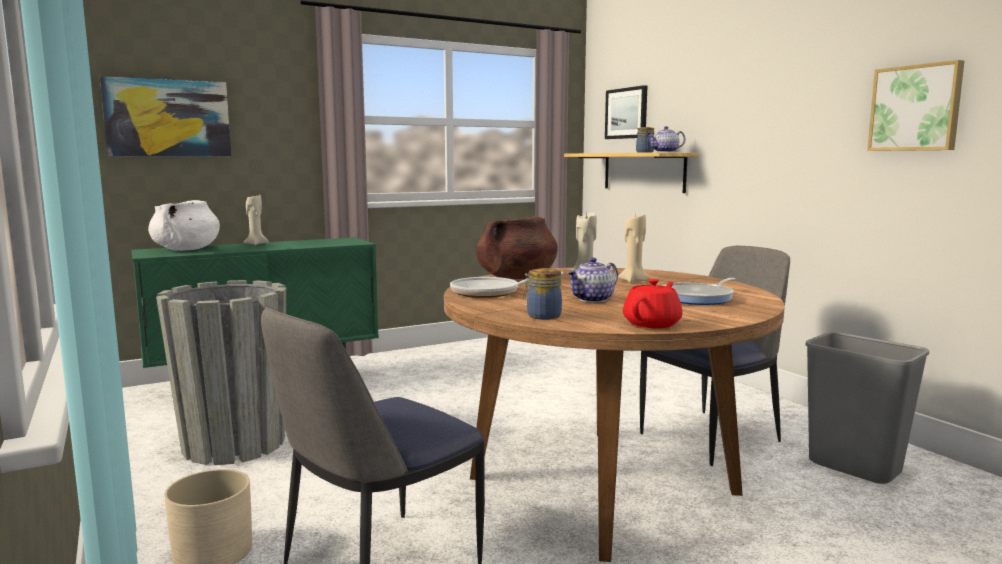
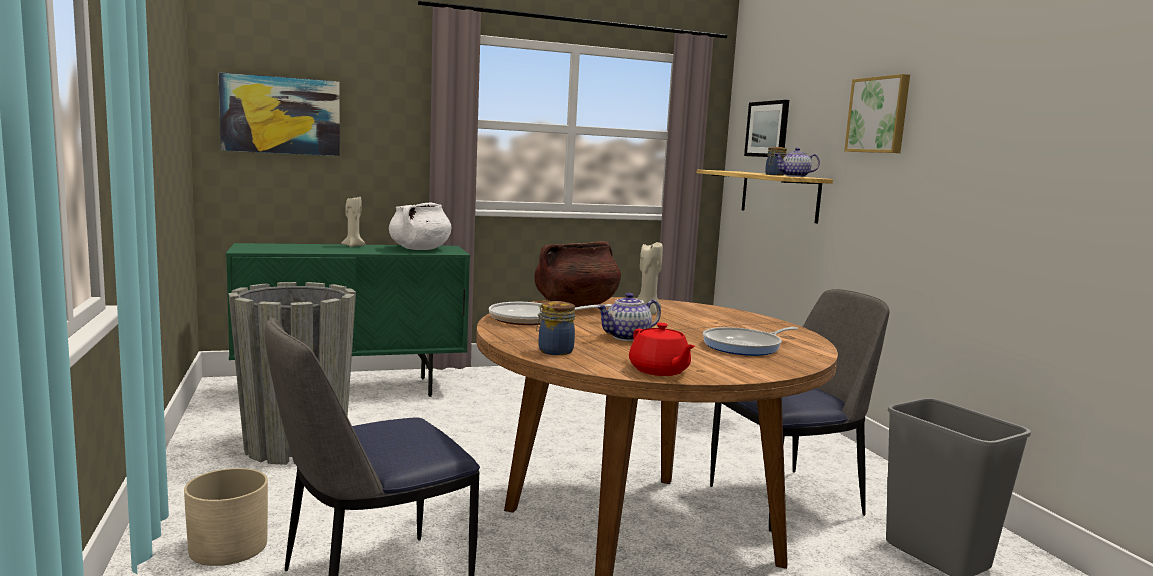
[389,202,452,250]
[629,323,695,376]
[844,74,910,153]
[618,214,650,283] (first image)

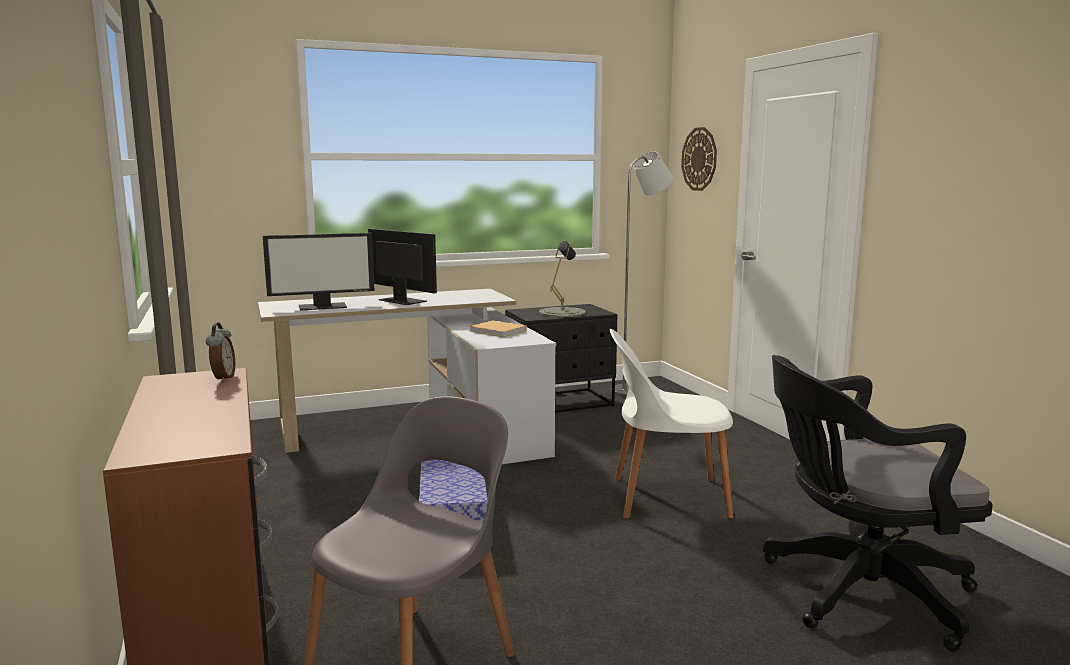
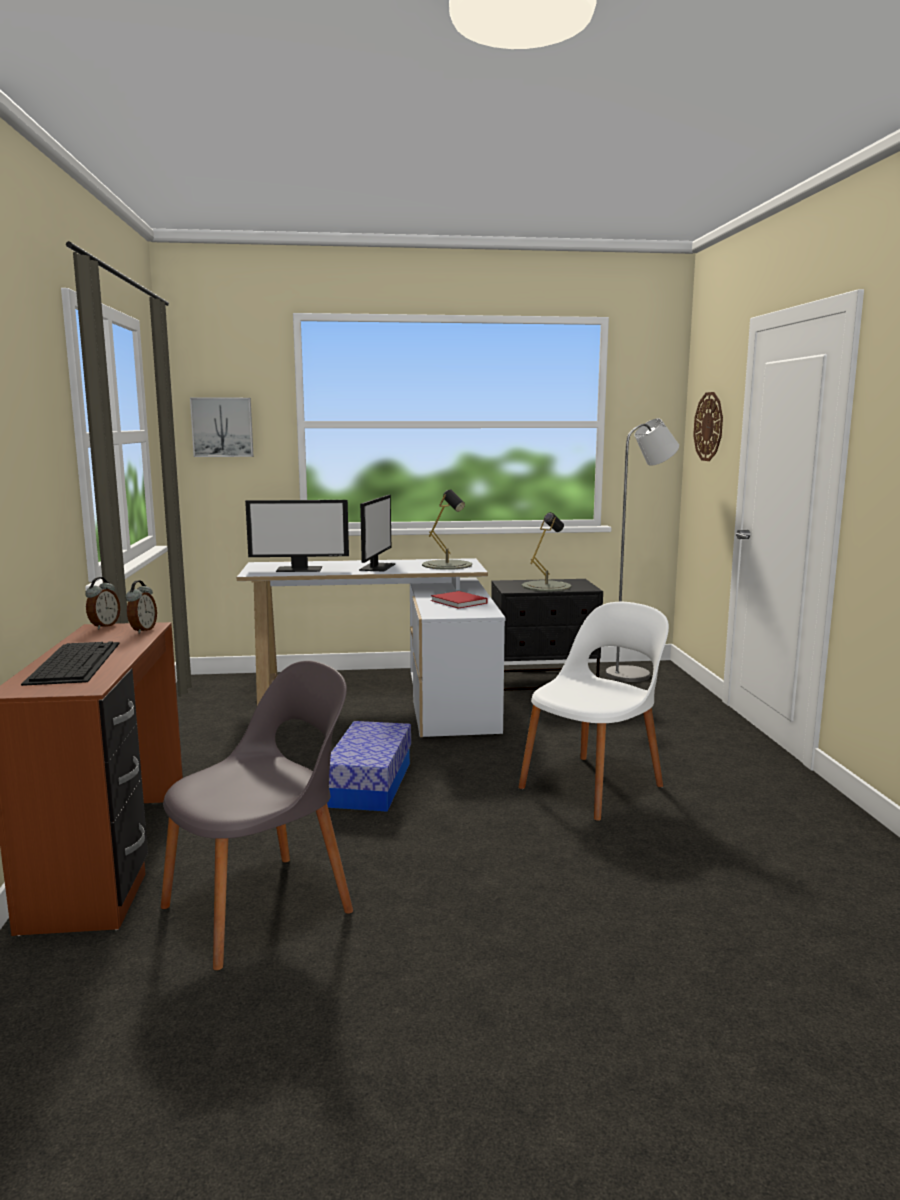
[21,641,120,686]
[85,577,120,629]
[190,397,254,457]
[359,495,396,572]
[422,489,472,570]
[431,591,488,609]
[518,602,669,821]
[763,355,993,652] (first image)

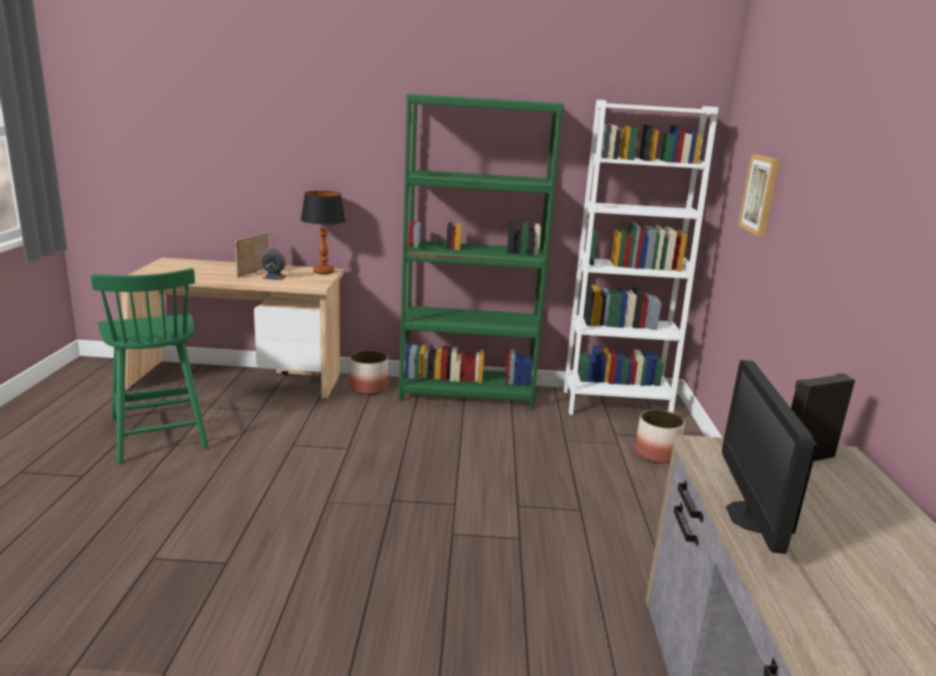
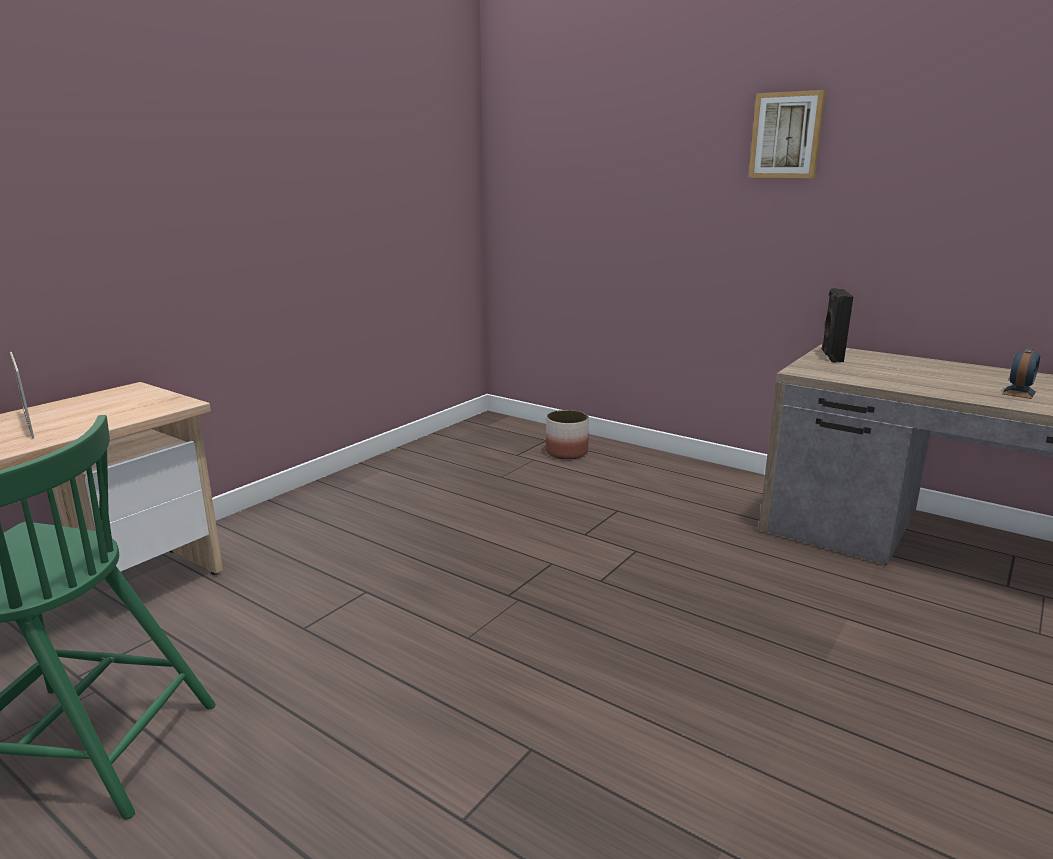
[748,90,826,178]
[1002,348,1040,399]
[301,191,346,274] (first image)
[350,350,388,395] (first image)
[399,94,564,409] (first image)
[564,100,719,415] (first image)
[722,360,817,554] (first image)

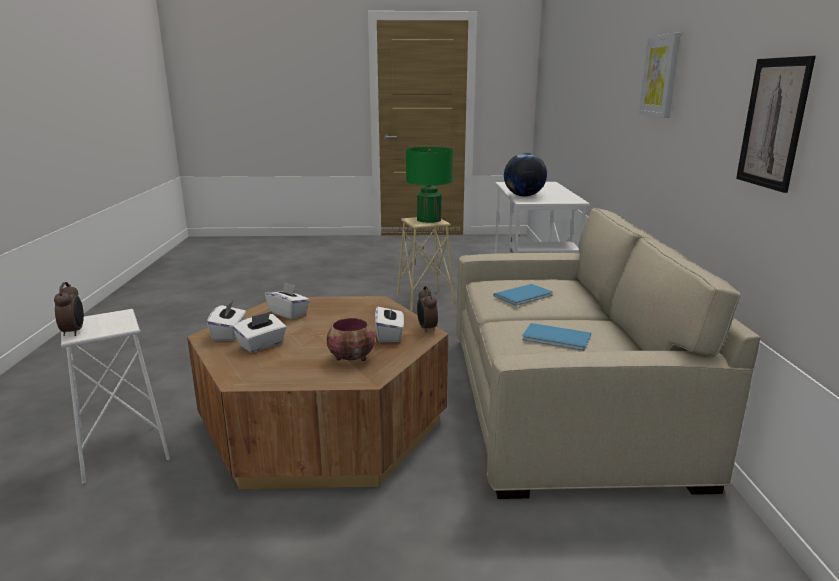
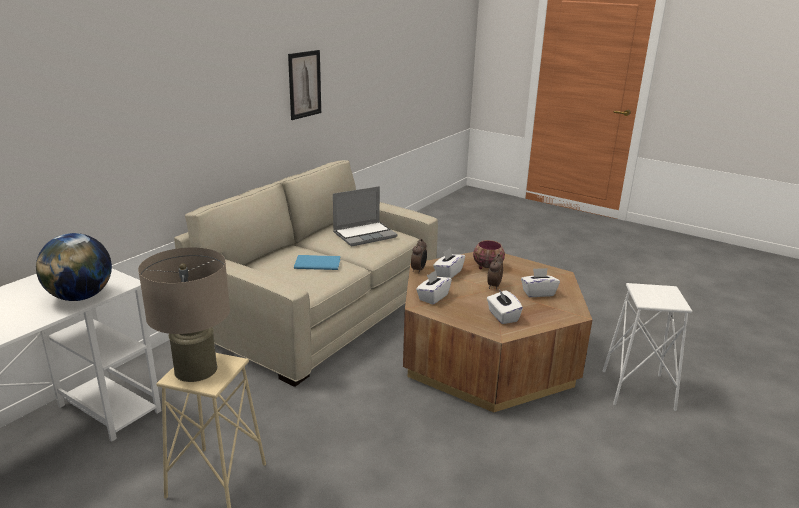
[138,248,230,382]
[333,186,398,246]
[416,270,452,305]
[487,254,503,289]
[638,33,681,118] (first image)

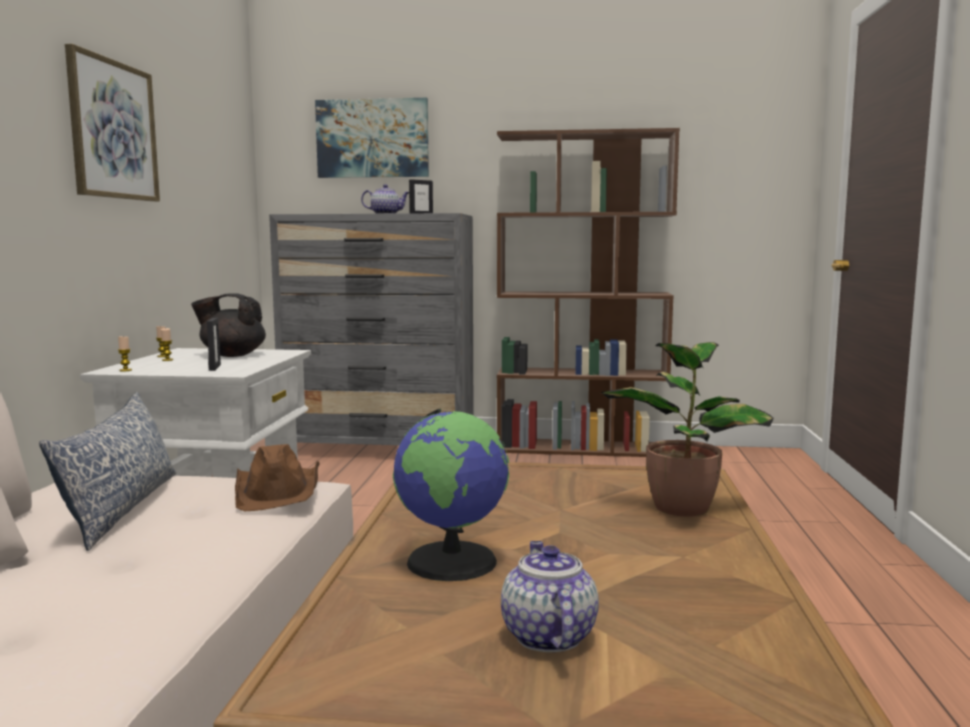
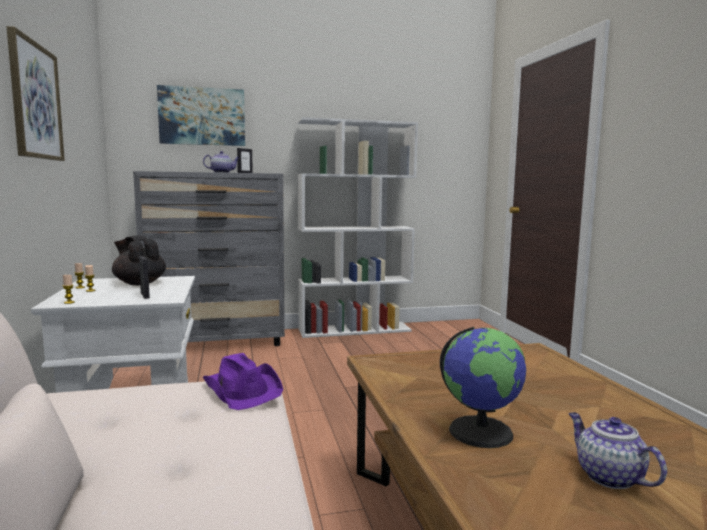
[112,235,166,285]
[203,353,283,410]
[297,117,418,338]
[39,392,176,551] (first image)
[601,342,773,517] (first image)

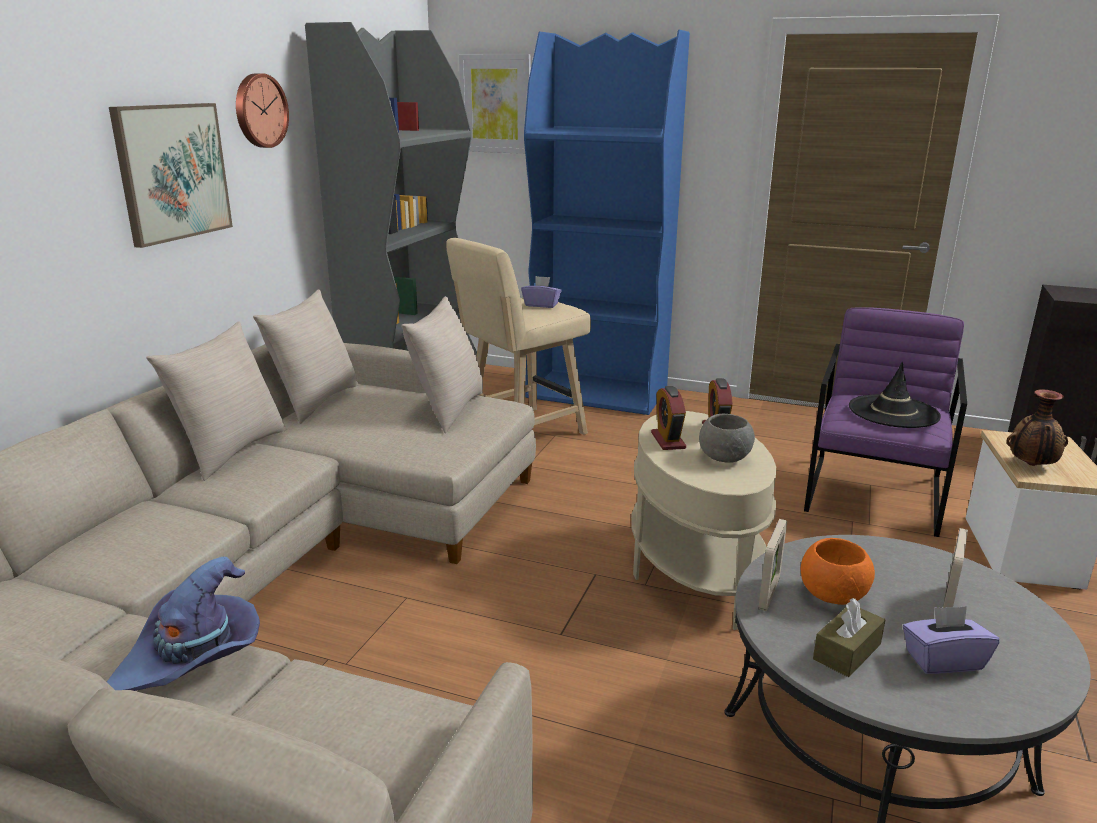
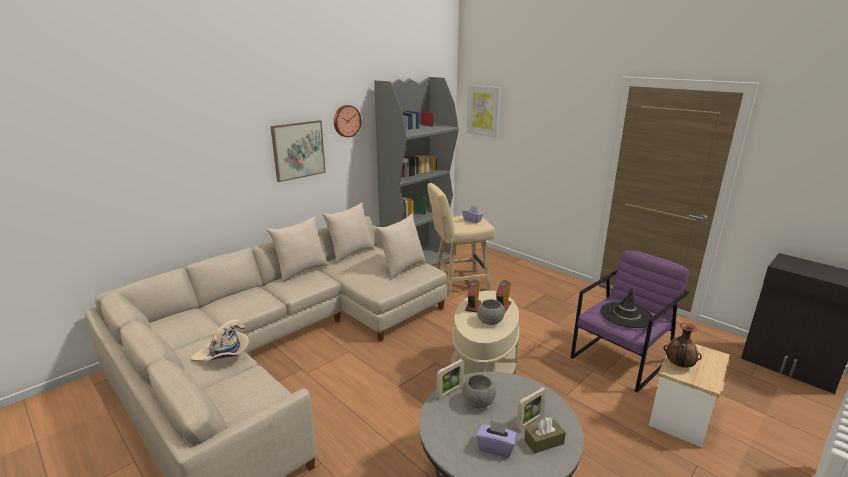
[190,320,250,362]
[462,374,496,408]
[524,417,566,454]
[524,30,690,415] (first image)

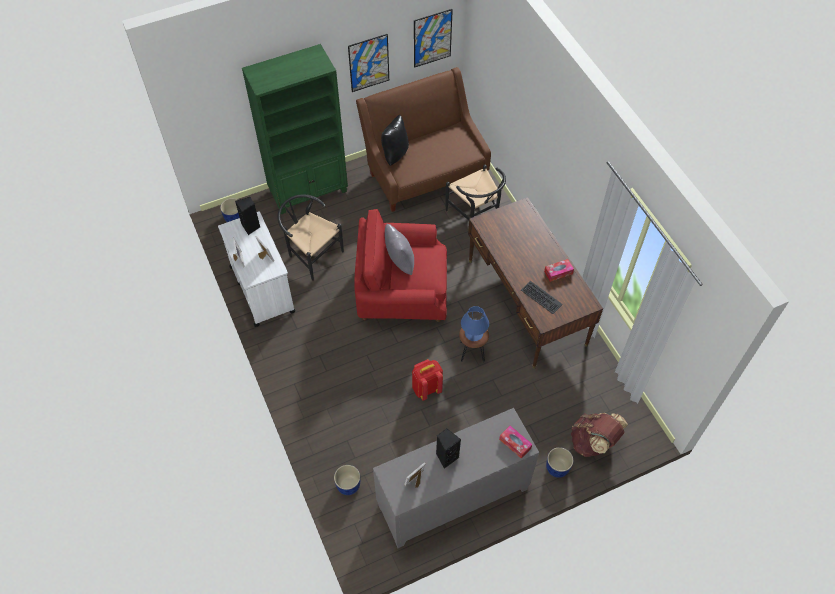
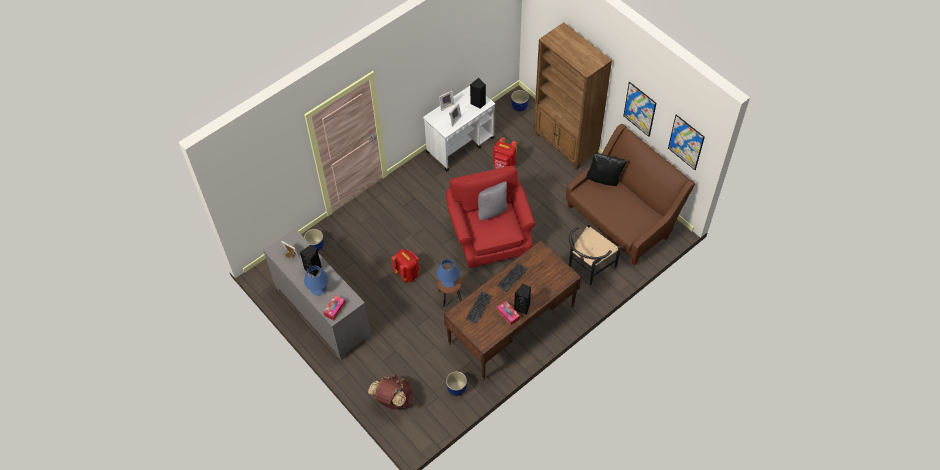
[304,266,329,296]
[446,371,467,396]
[493,137,517,169]
[497,262,528,292]
[514,284,531,315]
[534,23,612,170]

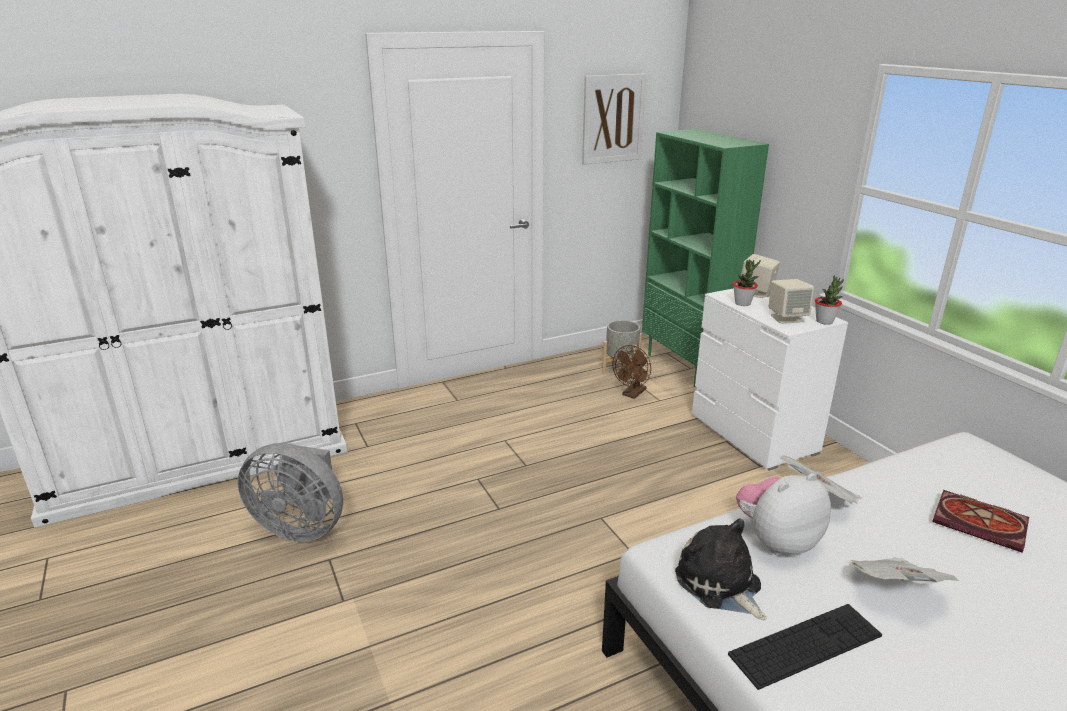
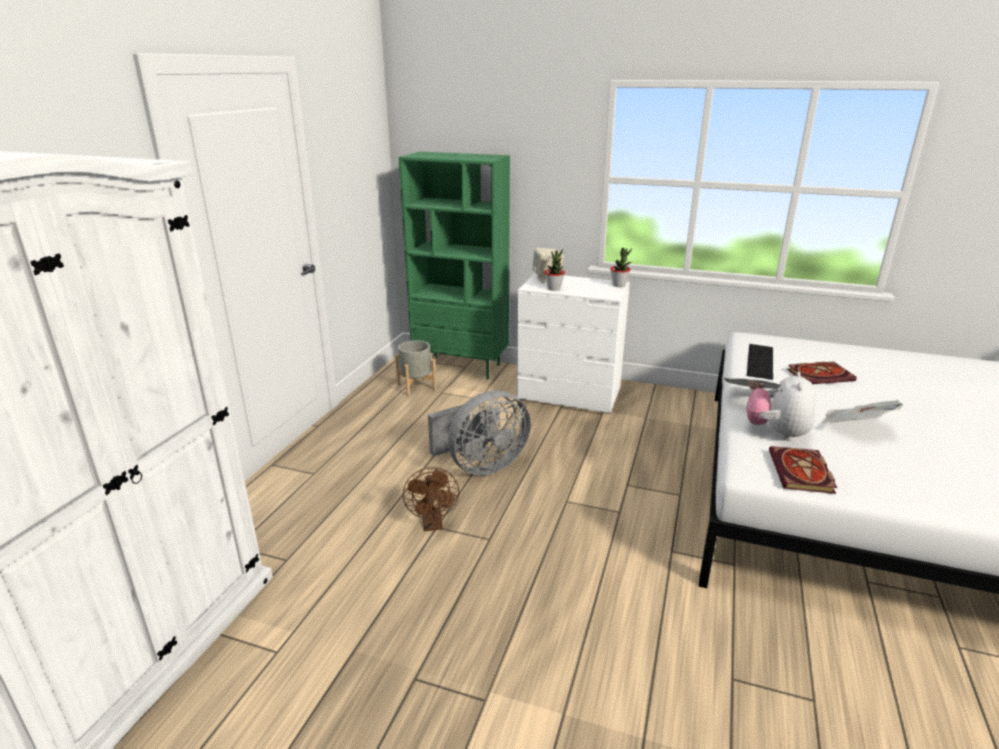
[403,467,459,531]
[428,391,531,476]
[747,344,773,380]
[769,446,837,494]
[582,74,647,165] (first image)
[769,279,814,324] (first image)

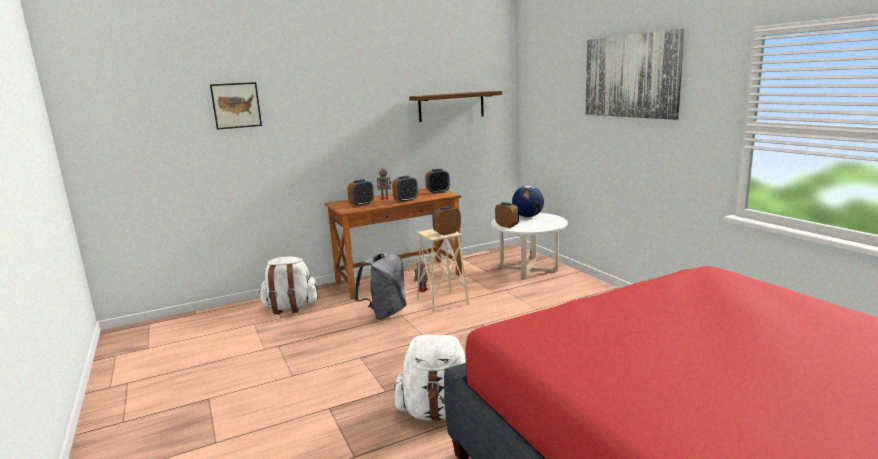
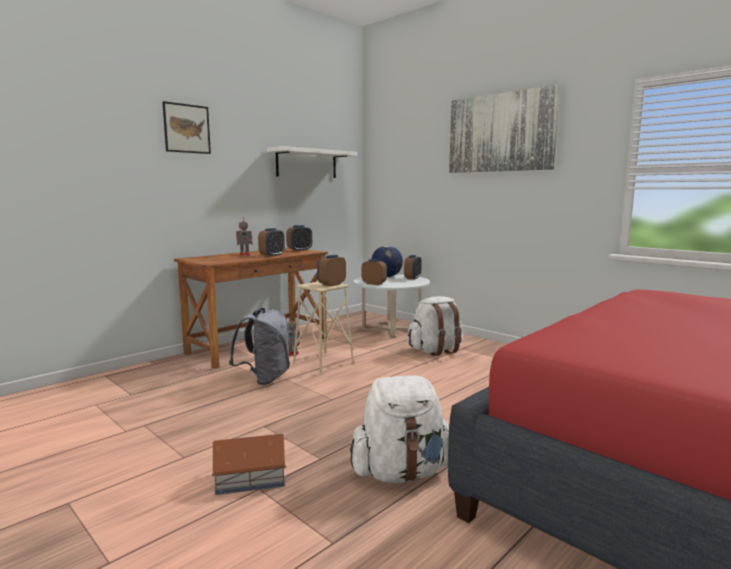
[162,101,211,154]
[212,434,287,495]
[267,146,357,178]
[404,255,422,280]
[407,296,463,356]

